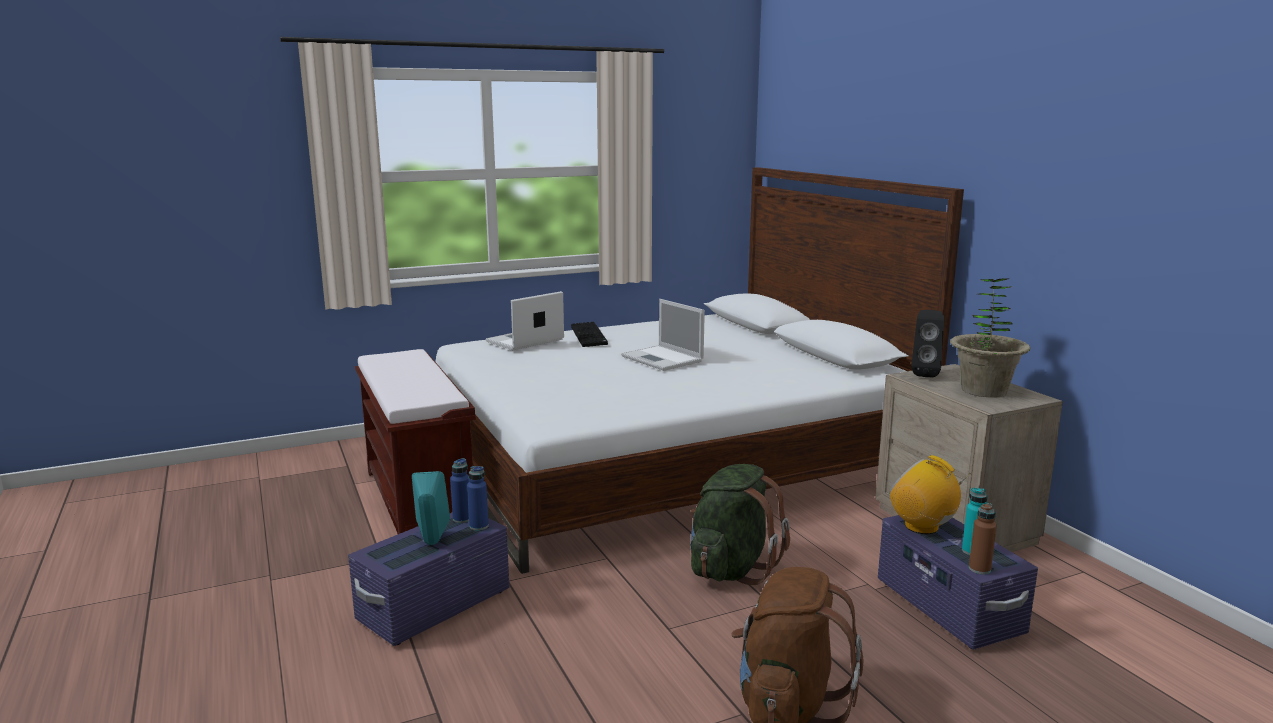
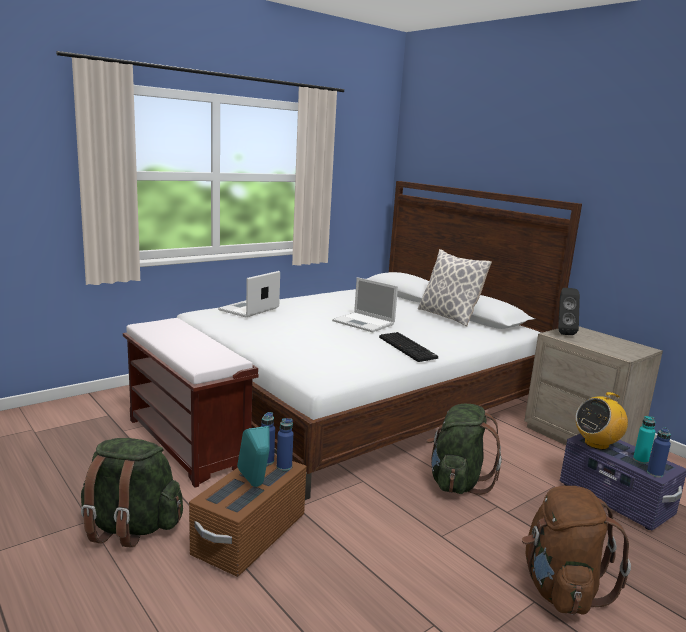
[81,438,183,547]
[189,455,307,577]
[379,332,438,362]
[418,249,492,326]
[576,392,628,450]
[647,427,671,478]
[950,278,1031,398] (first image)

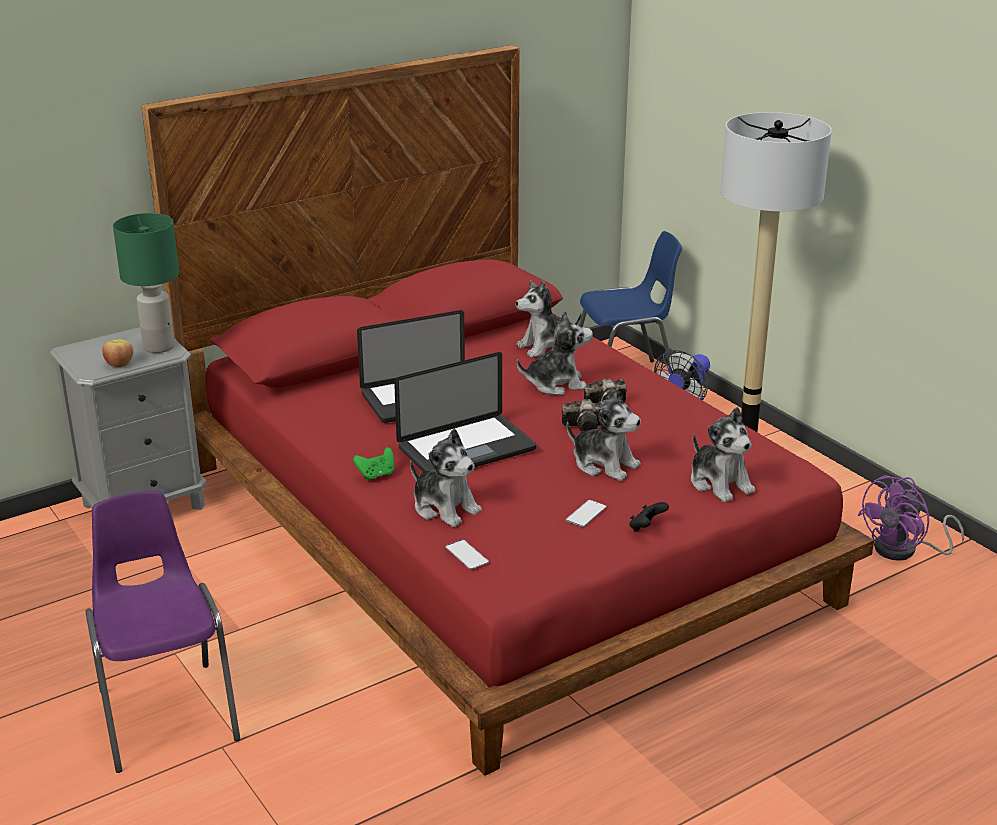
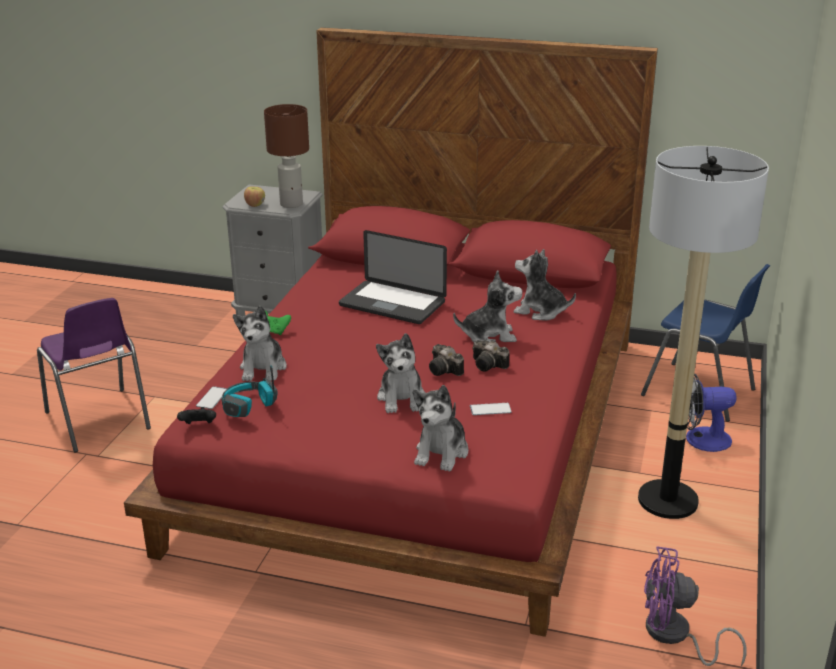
[37,298,151,453]
[177,407,216,424]
[222,365,277,417]
[264,104,309,208]
[453,270,523,342]
[470,403,512,415]
[394,352,536,472] (first image)

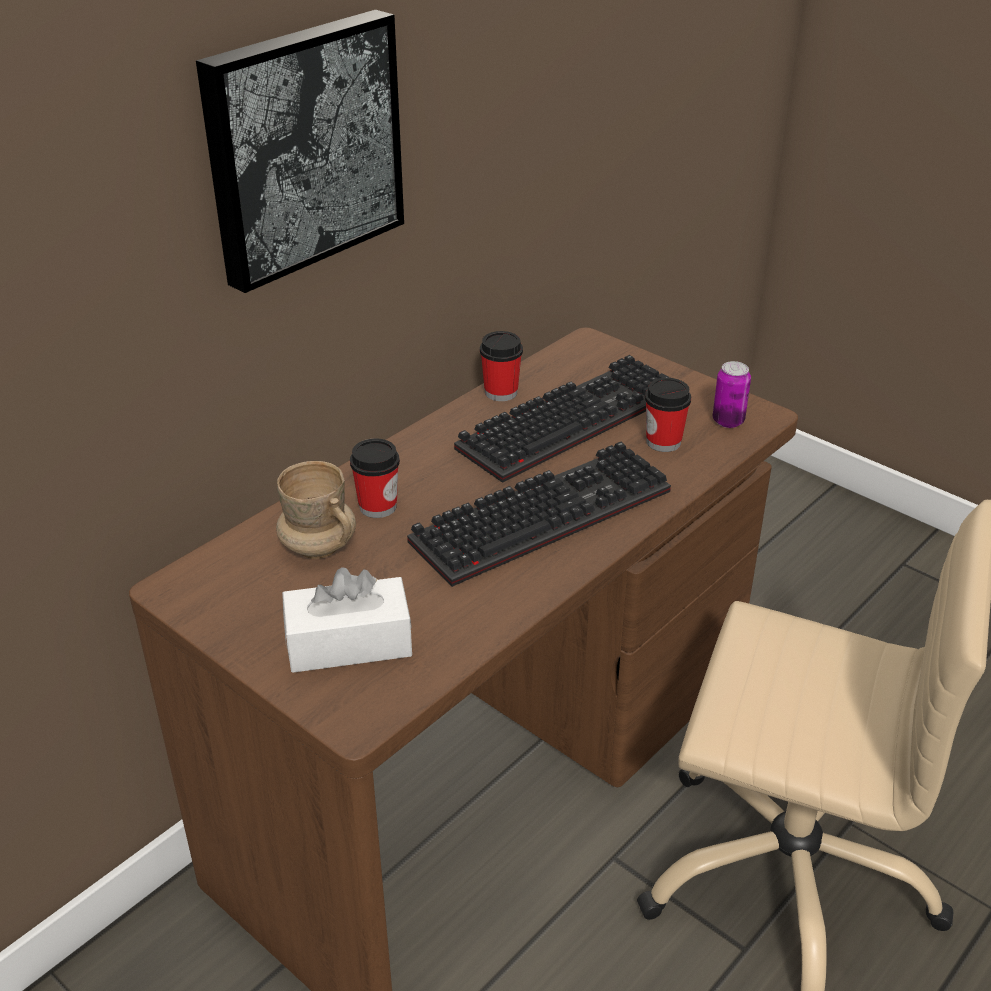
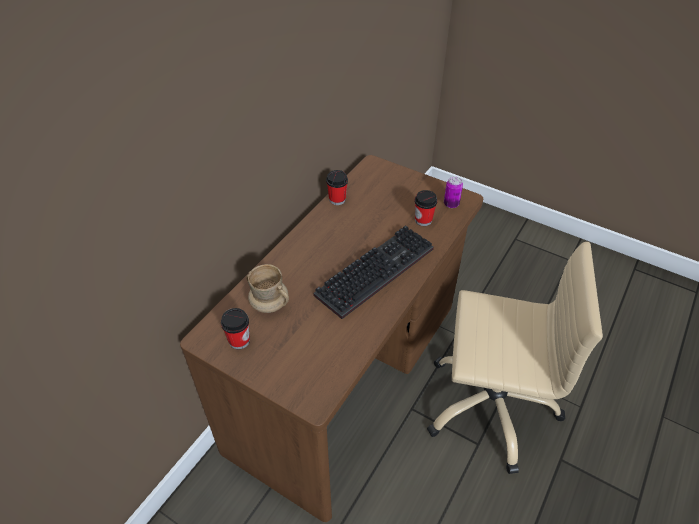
[221,308,250,349]
[196,10,404,293] (first image)
[282,567,412,673] (first image)
[454,355,670,483] (first image)

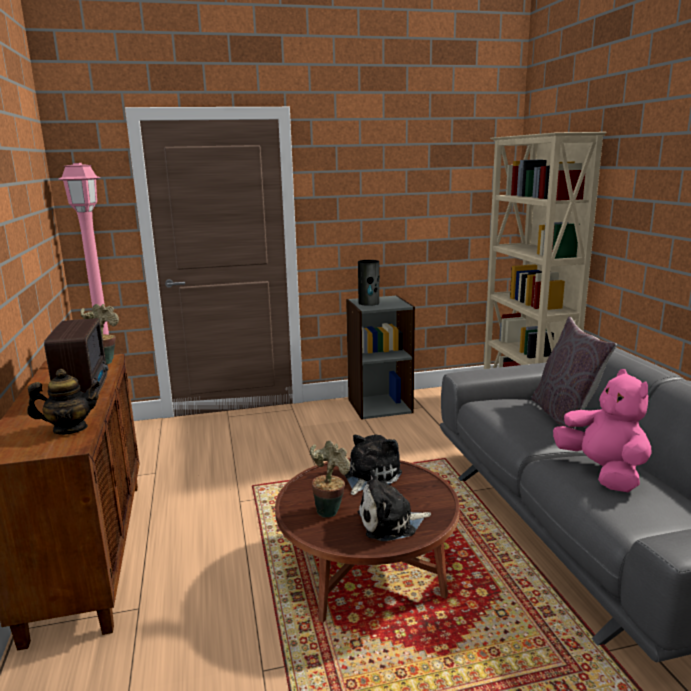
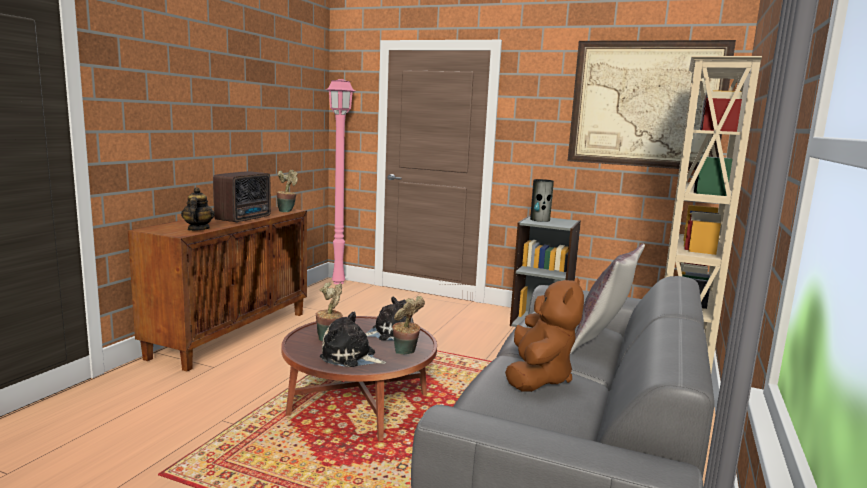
[181,187,215,231]
[392,296,425,355]
[505,277,584,392]
[568,40,736,170]

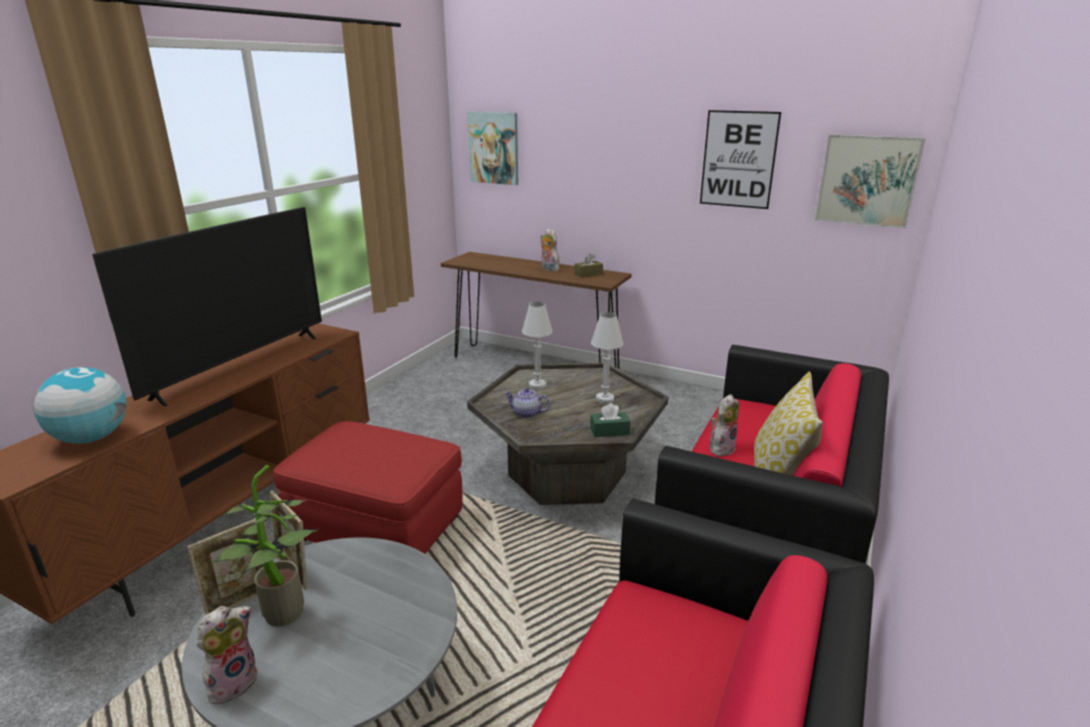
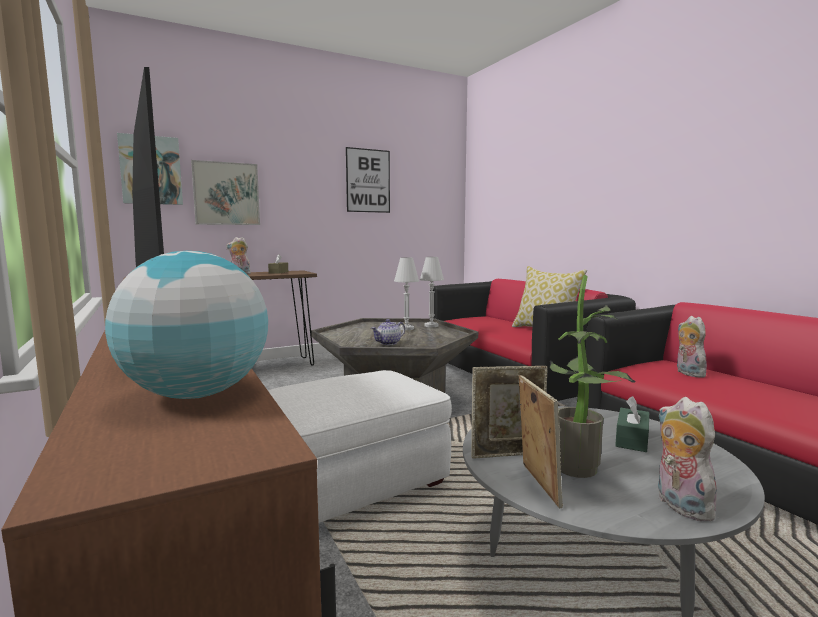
[191,160,260,225]
[268,370,452,523]
[420,257,444,327]
[615,396,649,452]
[677,316,707,378]

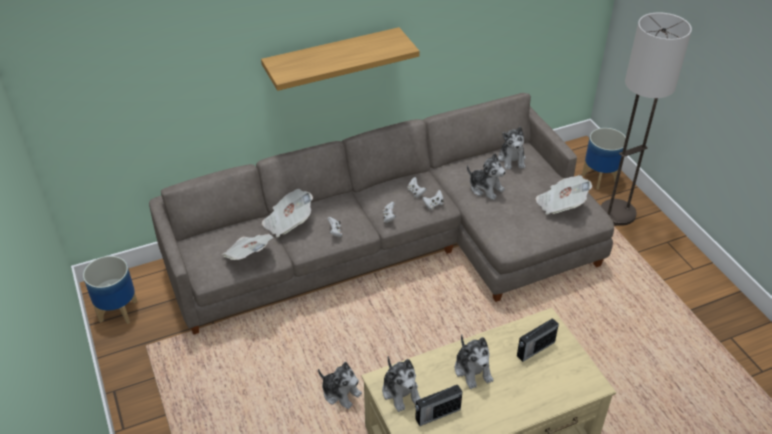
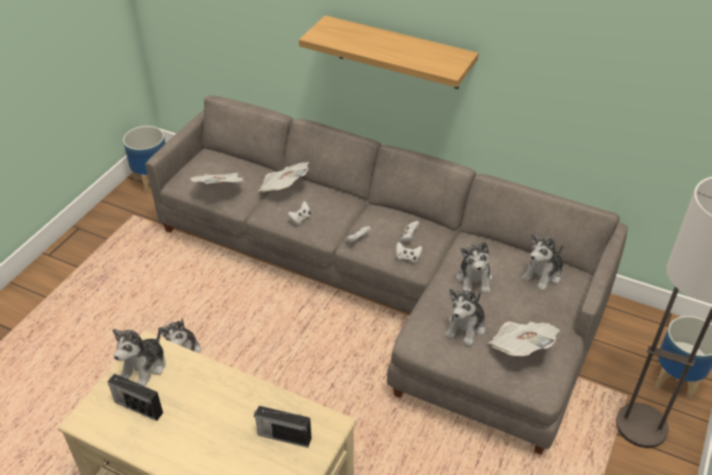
[445,289,486,346]

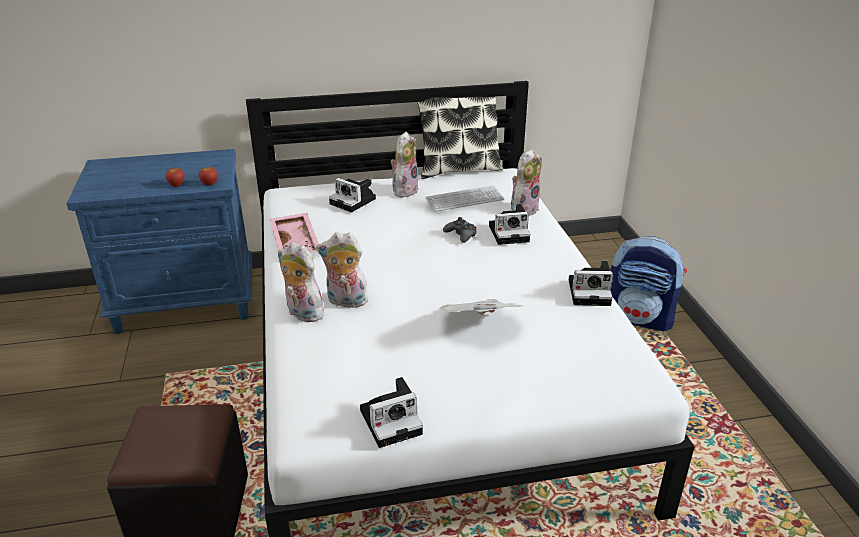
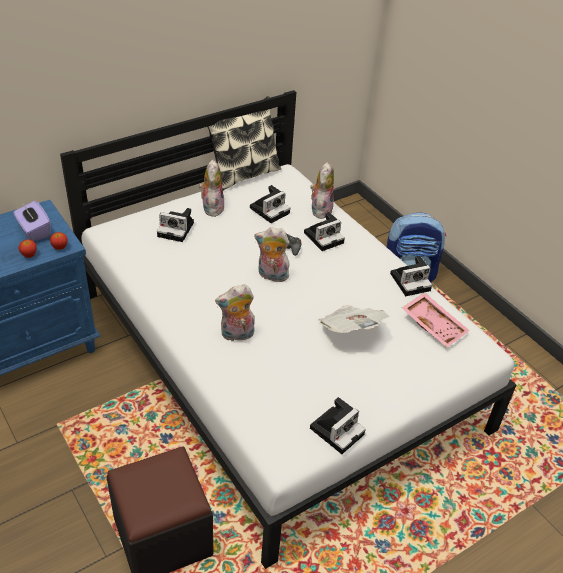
[13,201,51,241]
[250,185,290,223]
[254,227,290,282]
[402,293,470,348]

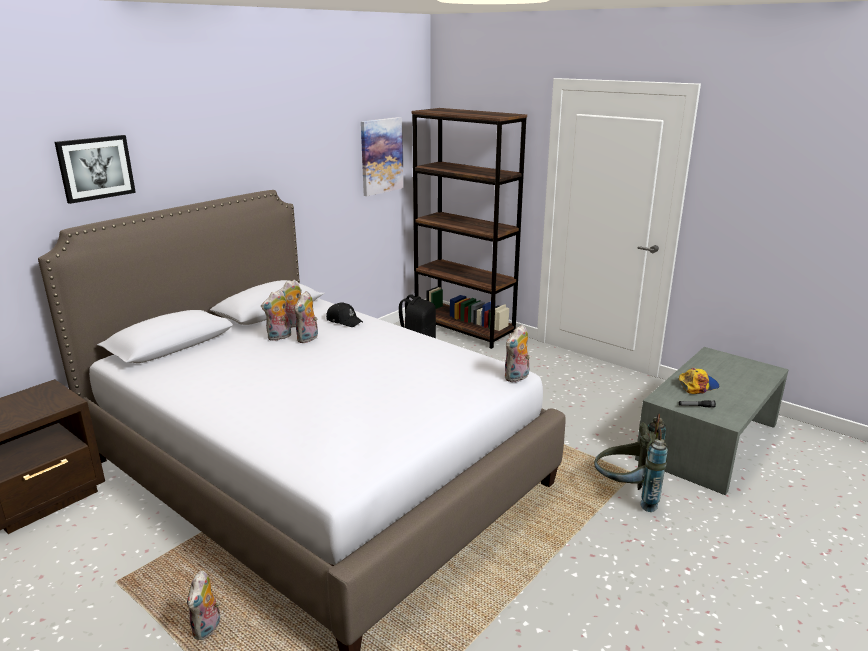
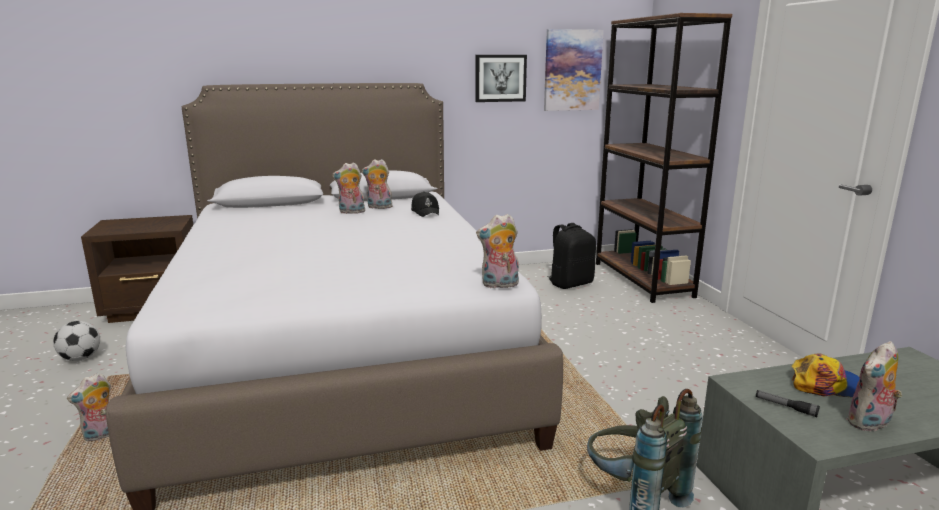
[53,321,100,361]
[475,55,527,102]
[846,341,902,432]

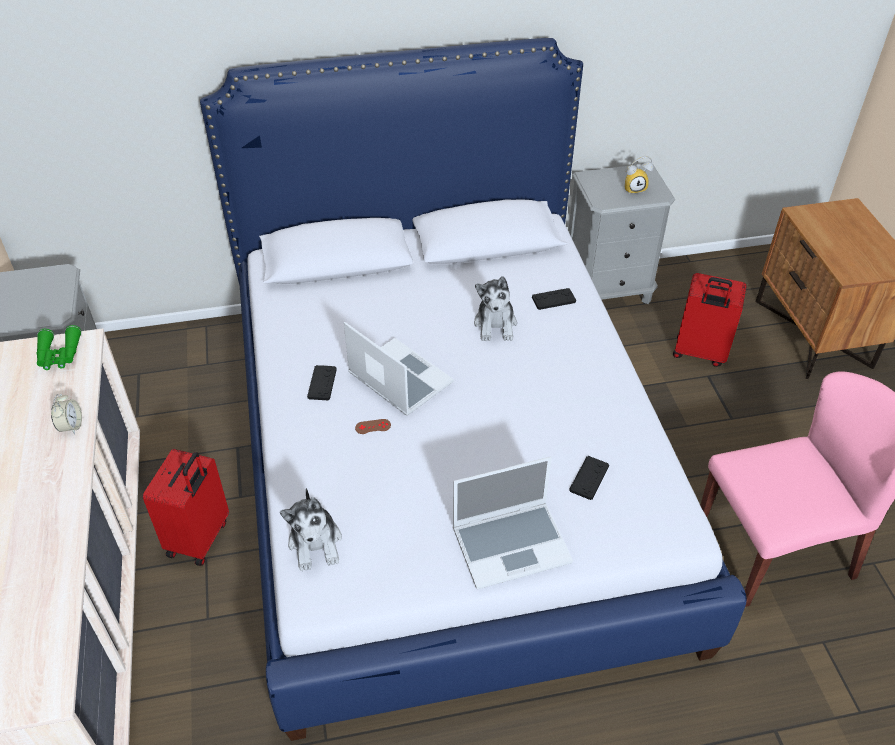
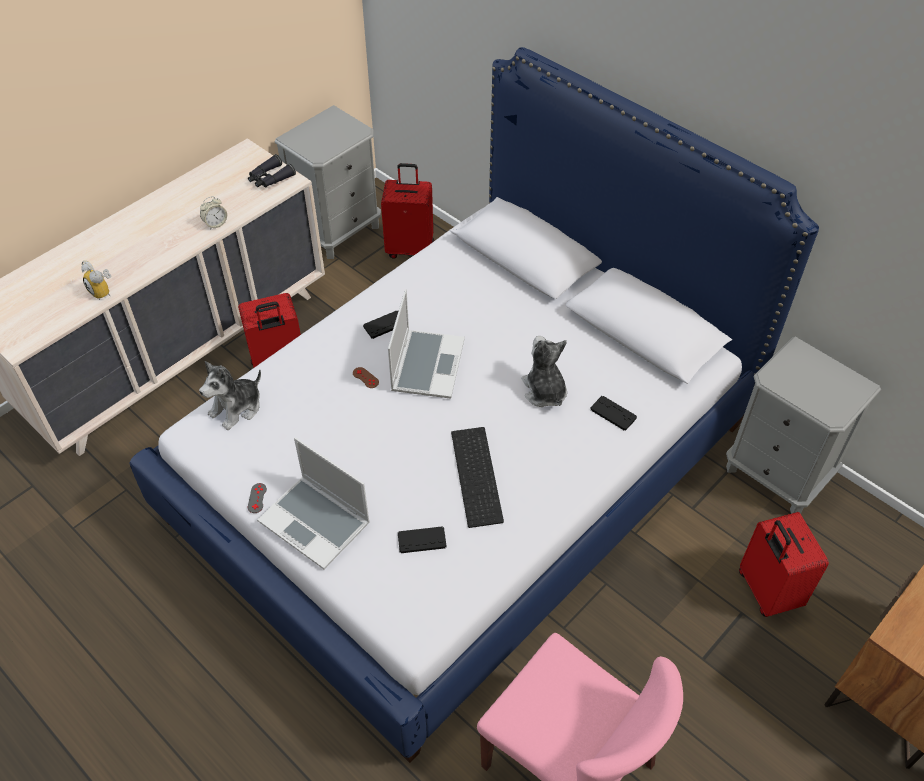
[81,260,112,300]
[248,154,296,188]
[248,483,267,513]
[381,163,434,259]
[451,427,504,528]
[521,336,567,407]

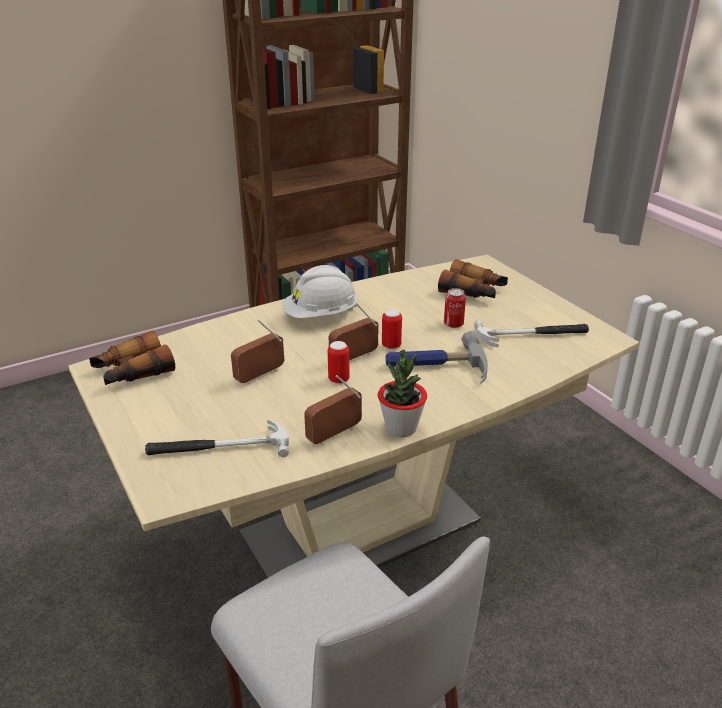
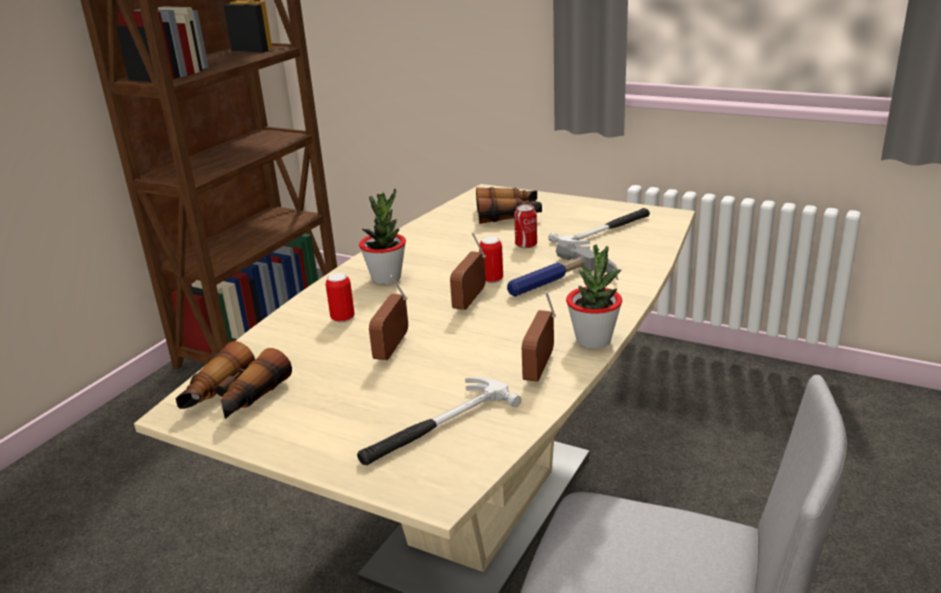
[326,273,355,323]
[359,189,406,284]

